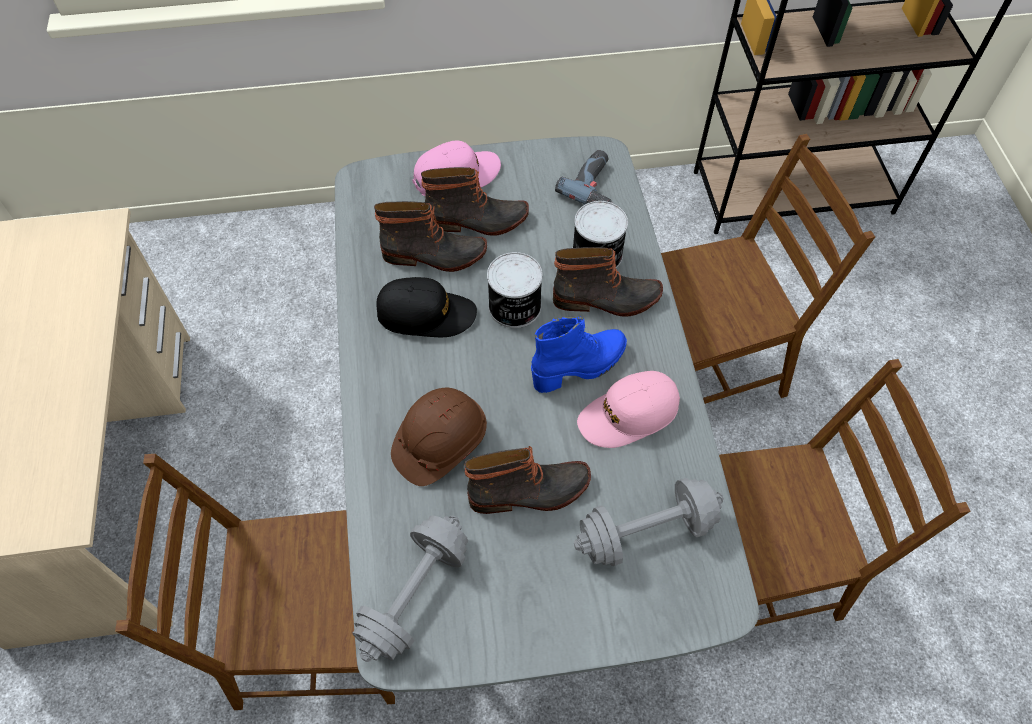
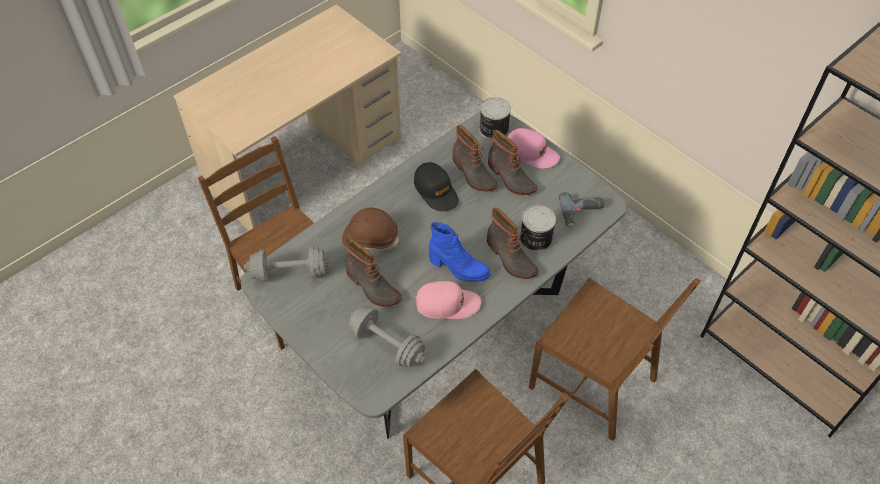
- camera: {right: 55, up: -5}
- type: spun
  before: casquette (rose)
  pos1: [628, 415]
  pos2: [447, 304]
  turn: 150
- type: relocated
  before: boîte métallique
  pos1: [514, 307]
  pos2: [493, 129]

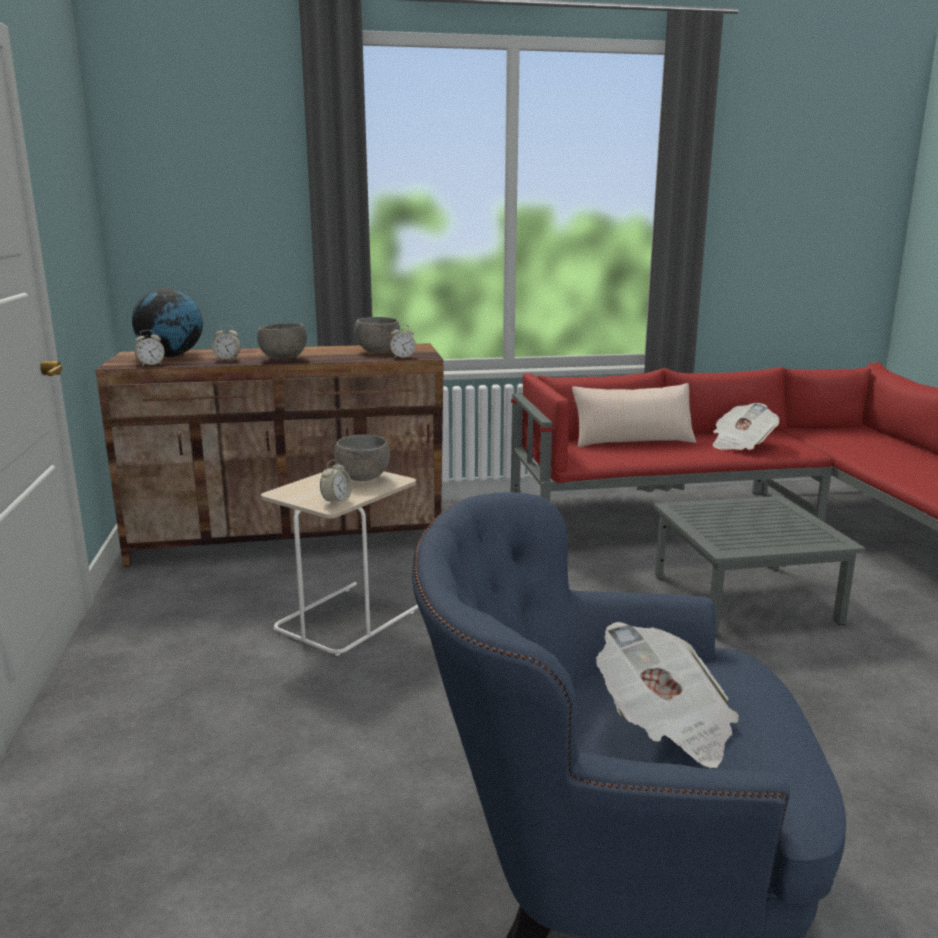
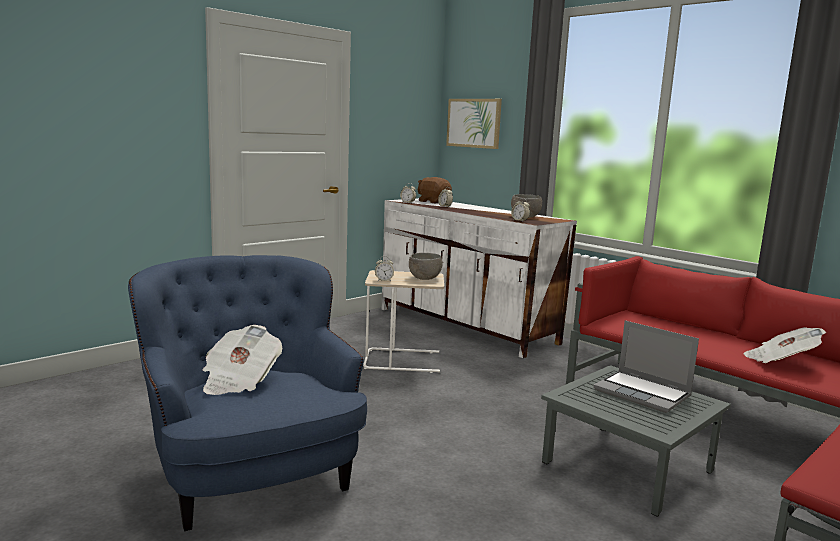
- camera: {right: 55, up: -5}
- type: colour
  before: meuble de rangement (marron)
  after: meuble de rangement (blanc)
  pos1: [291, 538]
  pos2: [465, 326]
- type: exchanged
  before: globe
  after: peluche (marron)
  pos1: [171, 355]
  pos2: [433, 202]
- type: appeared
  after: tableau
  pos2: [474, 123]
- type: appeared
  after: ordinateur portable
  pos2: [643, 393]
- type: missing
  before: bol (gris)
  pos1: [283, 359]
- type: missing
  before: coussin (beige)
  pos1: [632, 441]

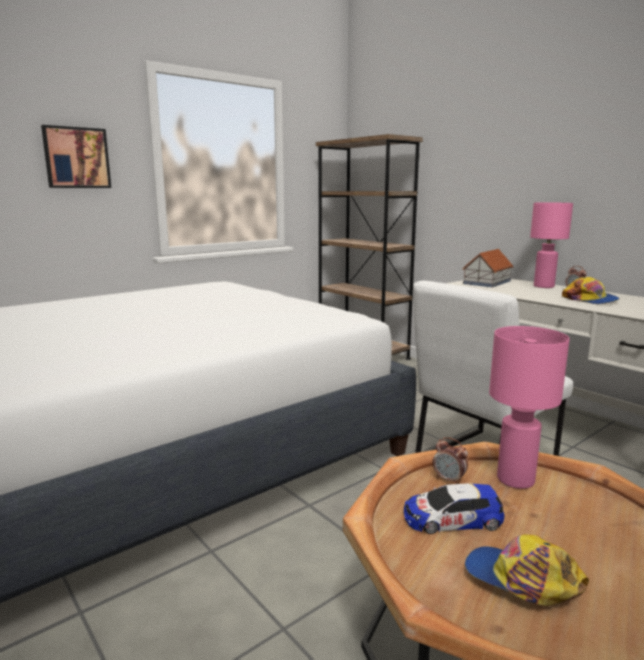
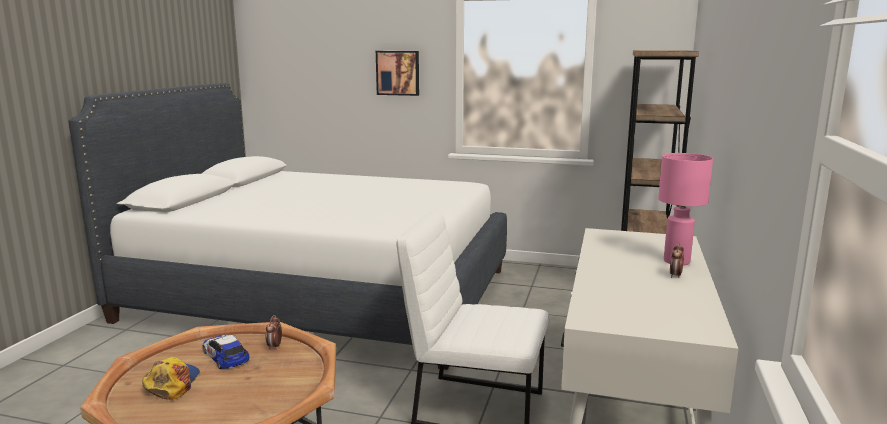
- camera: {right: 55, up: 0}
- type: missing
  before: maison miniature
  pos1: [487, 282]
- type: missing
  before: lampe de table (rose)
  pos1: [514, 479]
- type: missing
  before: casquette
  pos1: [590, 300]

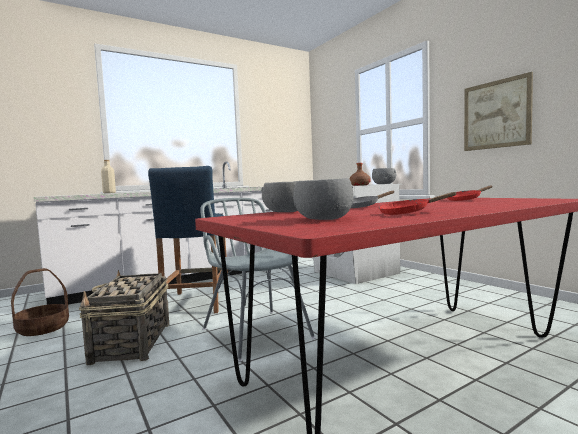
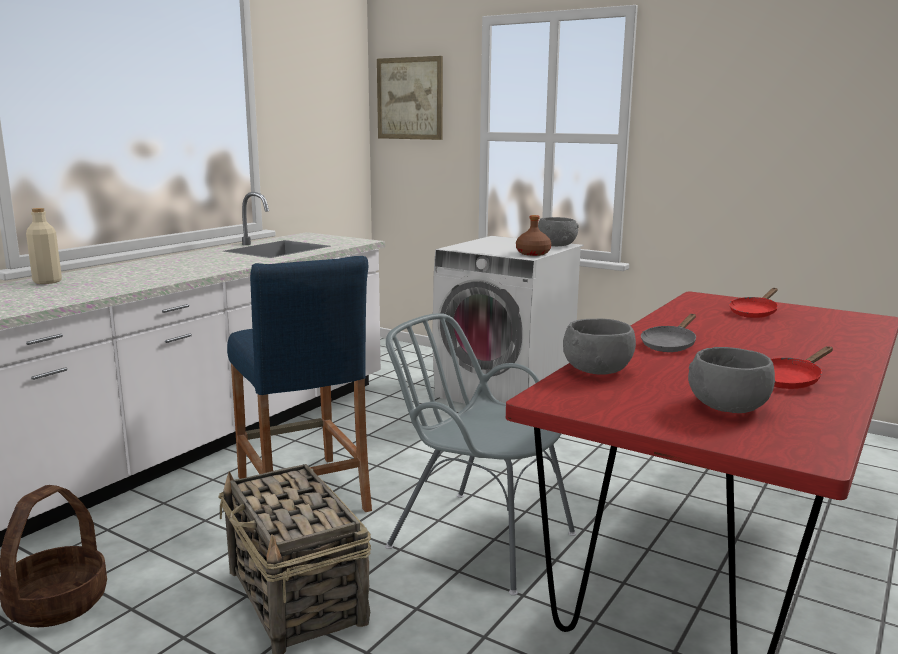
- camera: {right: -25, up: 10}
- type: relocated
  before: tableau
  pos1: [496, 114]
  pos2: [410, 98]

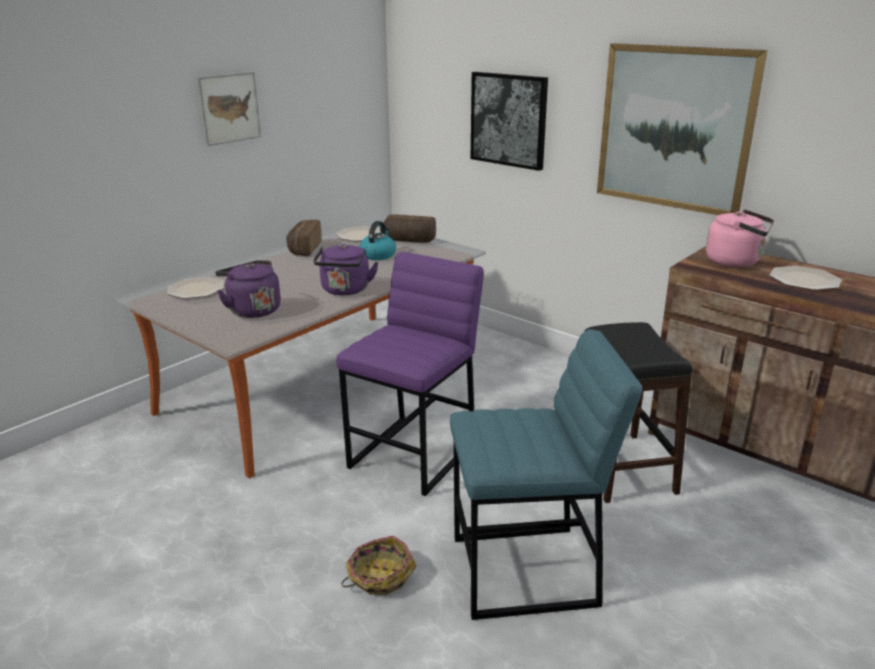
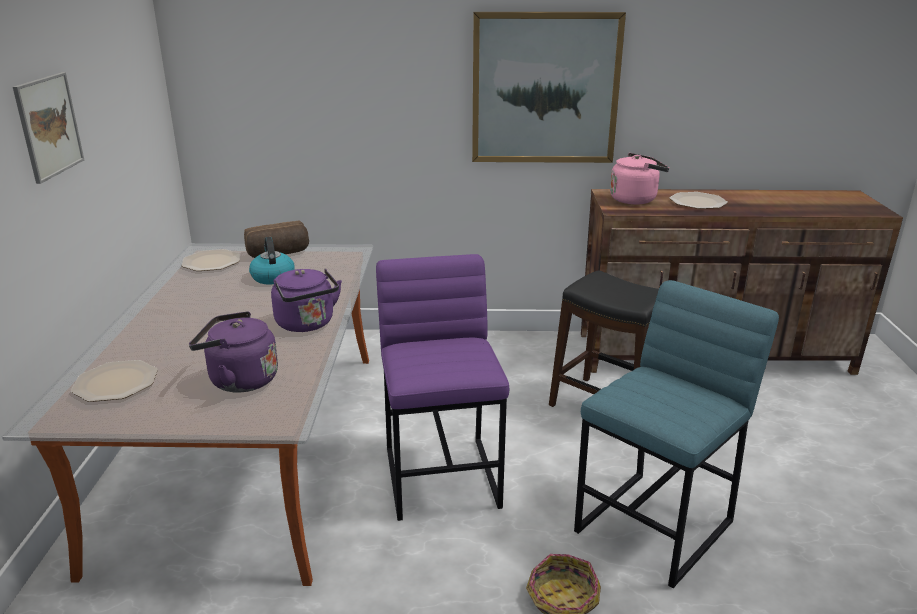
- camera: {right: -40, up: 0}
- type: missing
  before: pain
  pos1: [303, 249]
- type: missing
  before: tableau
  pos1: [509, 120]

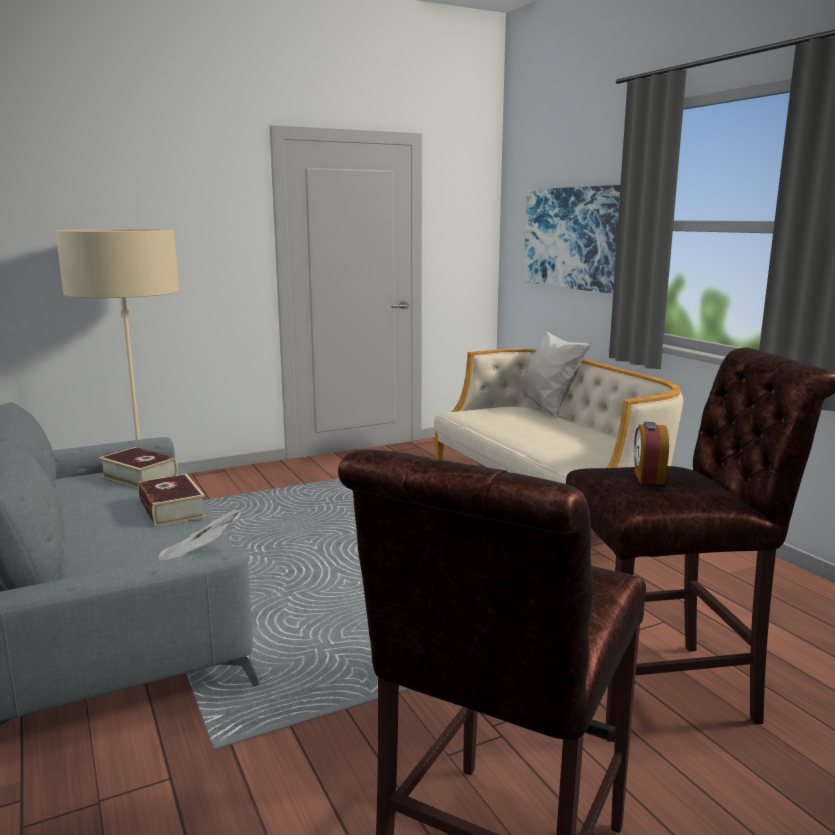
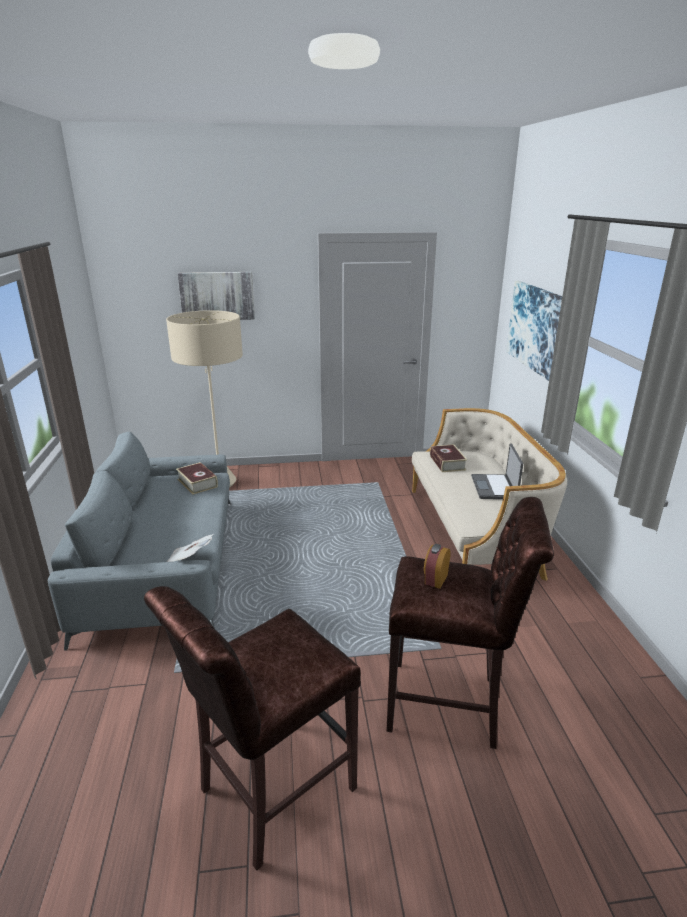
- camera: {right: 20, up: 10}
- type: appeared
  after: tableau
  pos2: [217, 296]
- type: relocated
  before: livre
  pos1: [172, 509]
  pos2: [447, 463]
- type: appeared
  after: ordinateur portable
  pos2: [495, 487]
- type: missing
  before: coussin (blanc)
  pos1: [548, 409]

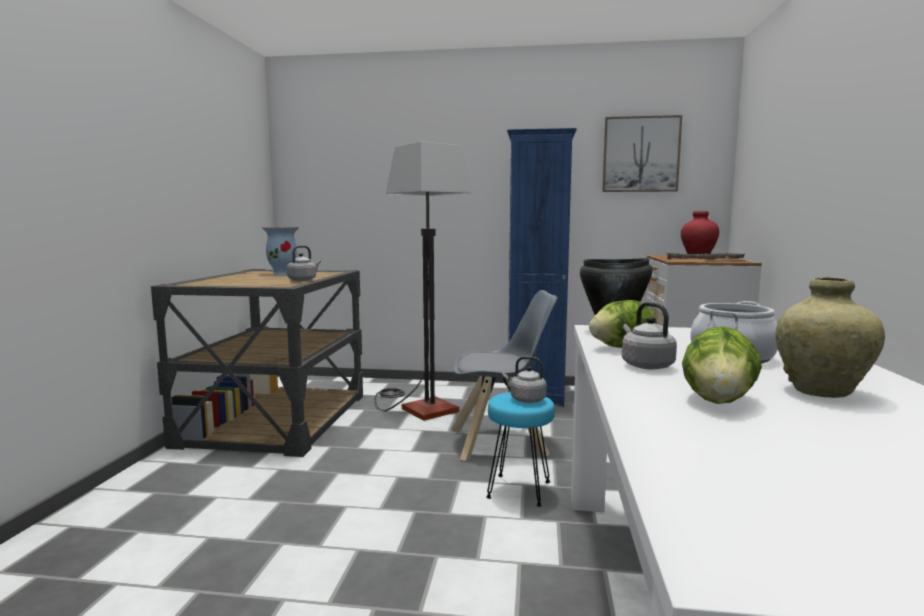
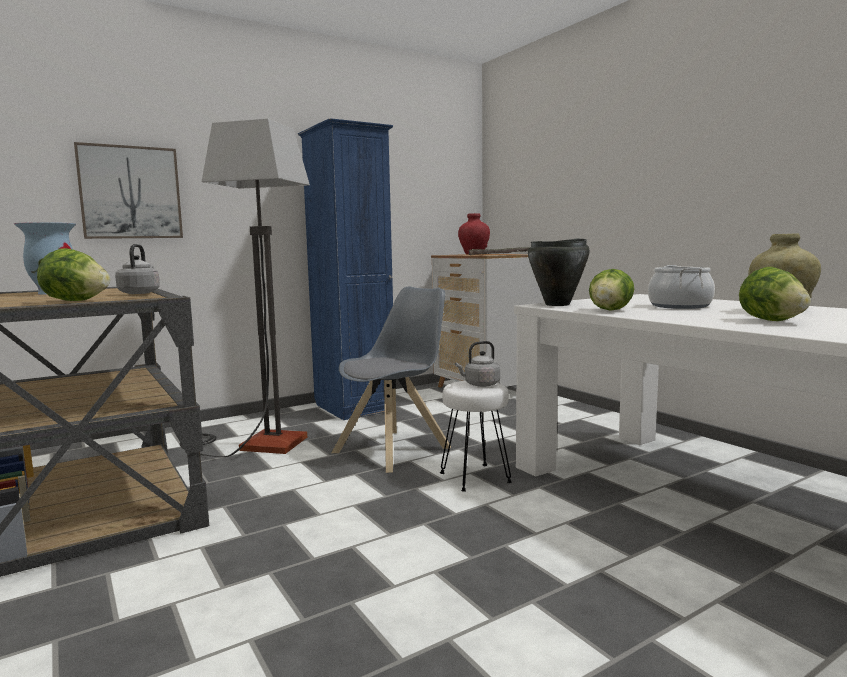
- camera: {right: -40, up: 0}
- type: appeared
  after: laitue
  pos2: [76, 301]
- type: relocated
  before: tableau
  pos1: [640, 154]
  pos2: [130, 192]
- type: colour
  before: tabouret (turquoise)
  after: tabouret (blanc)
  pos1: [520, 490]
  pos2: [476, 477]
- type: missing
  before: bouilloire (gris)
  pos1: [645, 365]

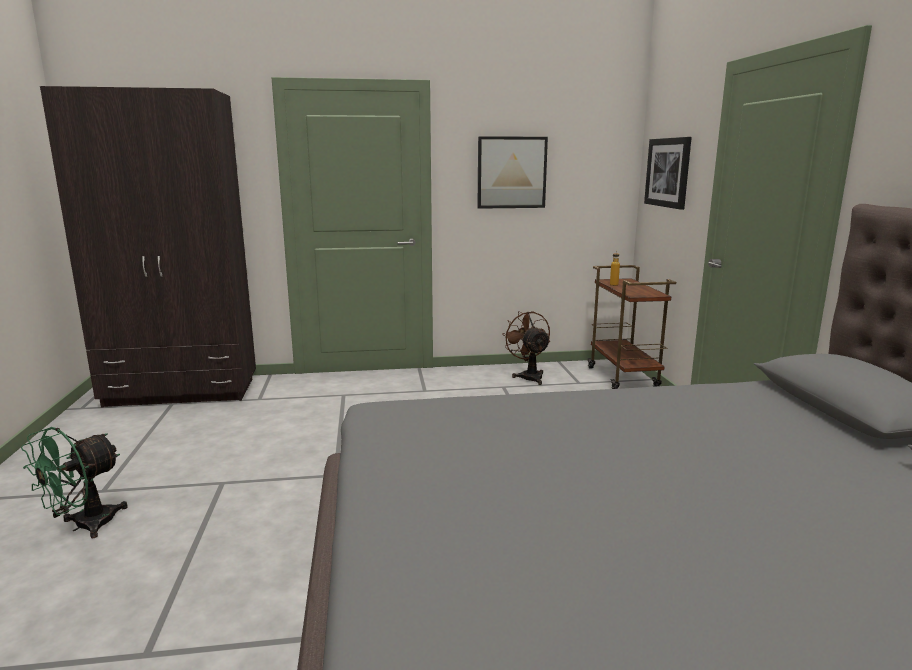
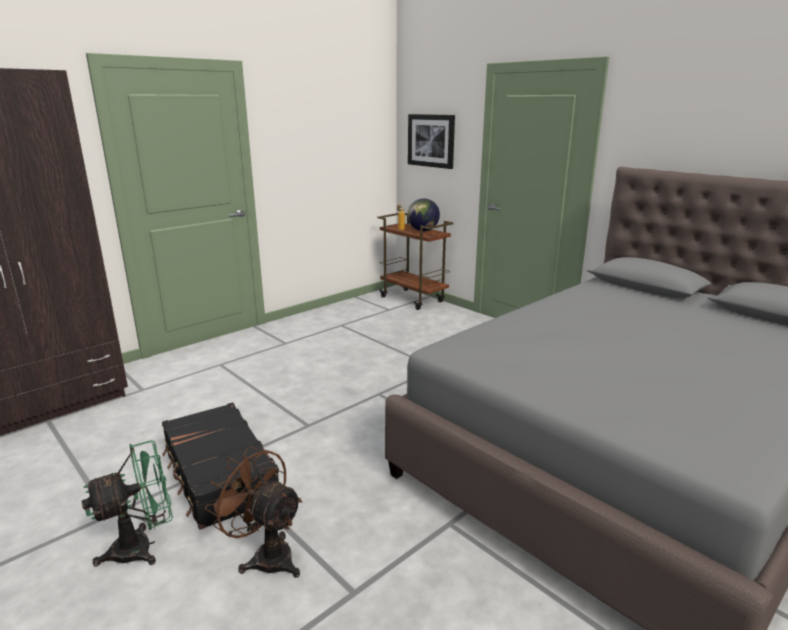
- camera: {right: -35, up: 5}
- type: spun
  before: ventilateur (vert)
  pos1: [84, 526]
  pos2: [143, 547]
  turn: -120
- type: appeared
  after: valise (noir)
  pos2: [219, 475]
- type: relocated
  before: ventilateur (marron)
  pos1: [528, 376]
  pos2: [266, 555]
- type: appeared
  after: globe
  pos2: [423, 230]
- type: missing
  before: tableau
  pos1: [511, 172]

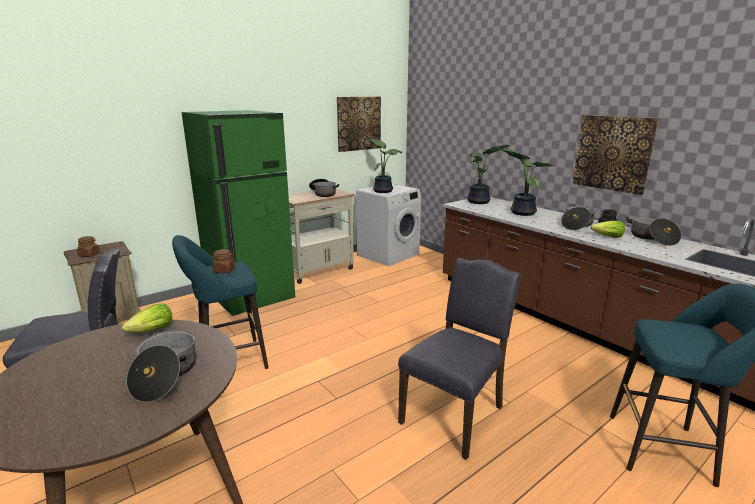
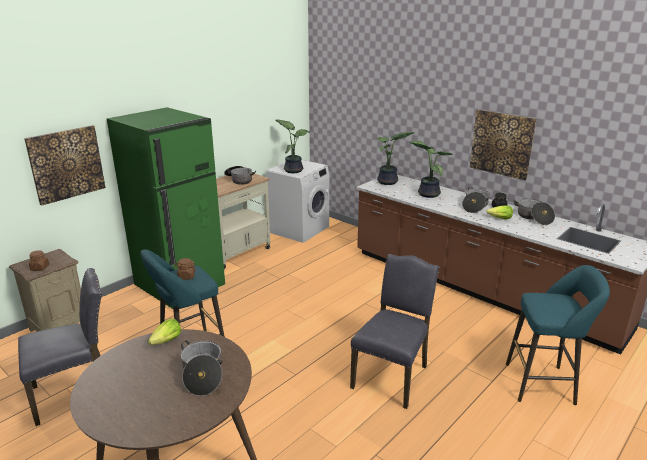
- camera: {right: -10, up: 5}
- type: relocated
  before: tableau
  pos1: [358, 123]
  pos2: [66, 164]

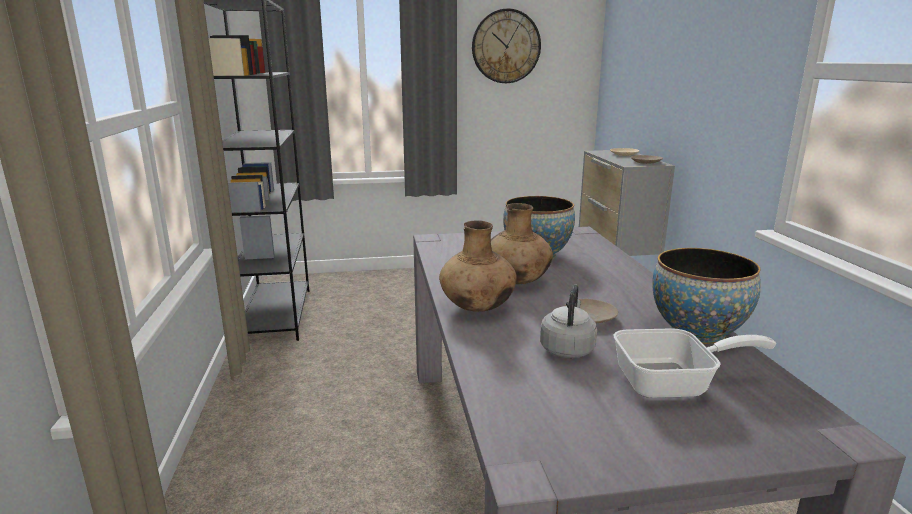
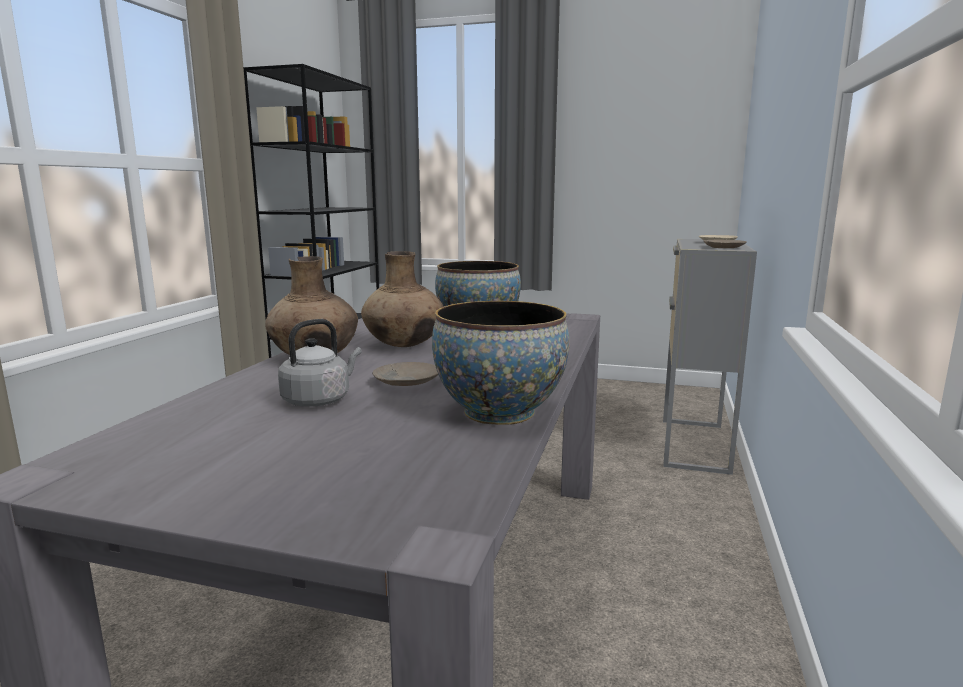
- camera: {right: 25, up: -5}
- type: missing
  before: horloge murale
  pos1: [506, 46]
- type: missing
  before: poêle
  pos1: [673, 384]

